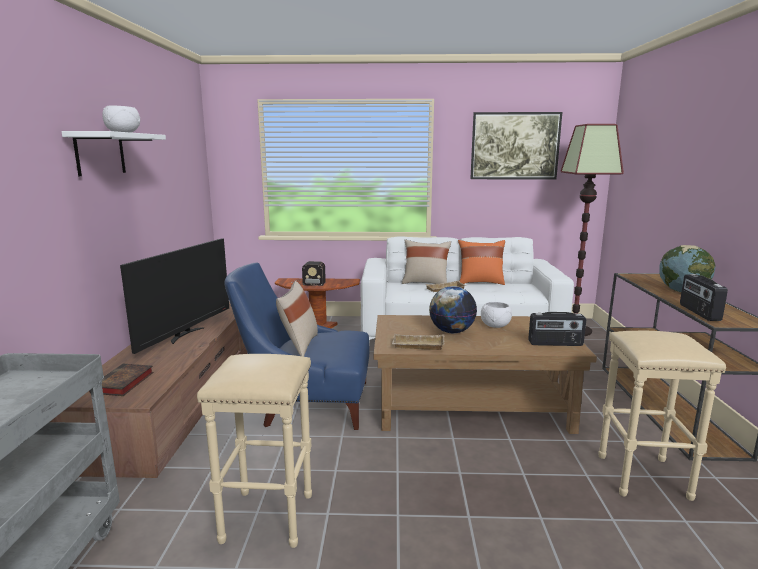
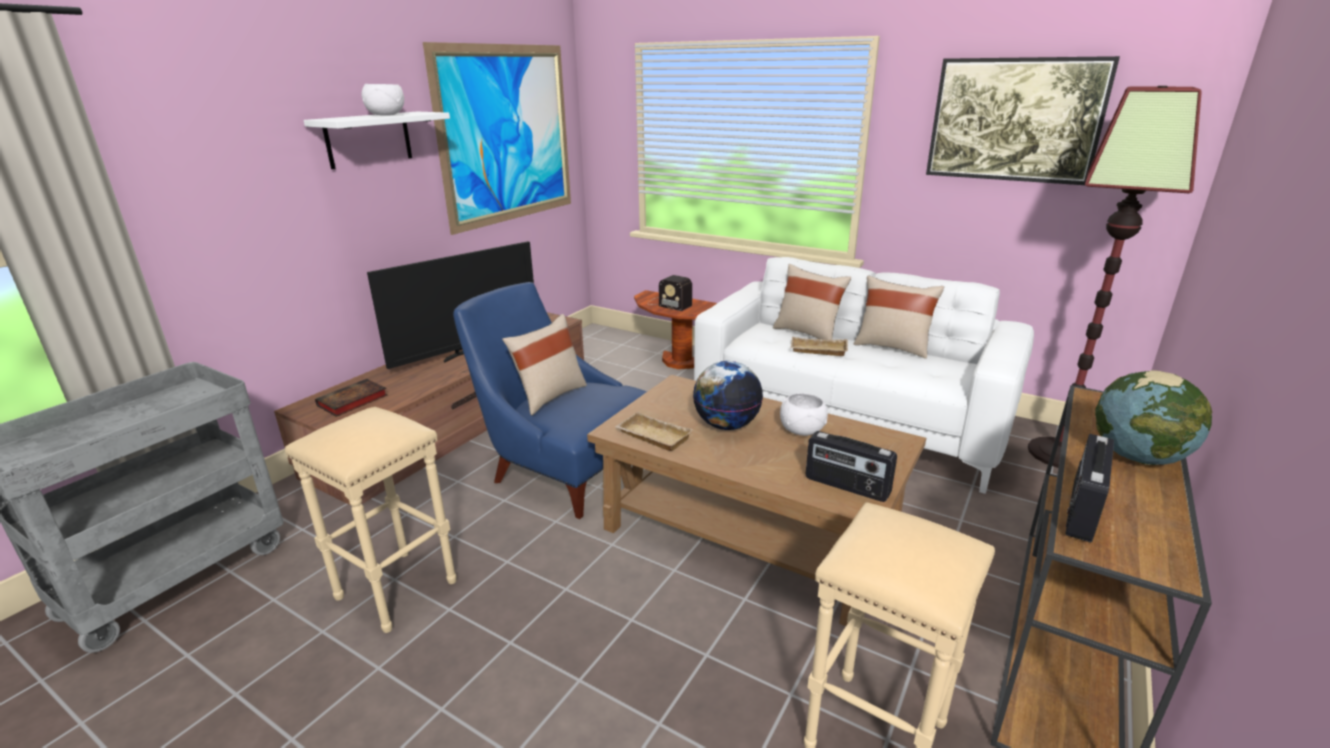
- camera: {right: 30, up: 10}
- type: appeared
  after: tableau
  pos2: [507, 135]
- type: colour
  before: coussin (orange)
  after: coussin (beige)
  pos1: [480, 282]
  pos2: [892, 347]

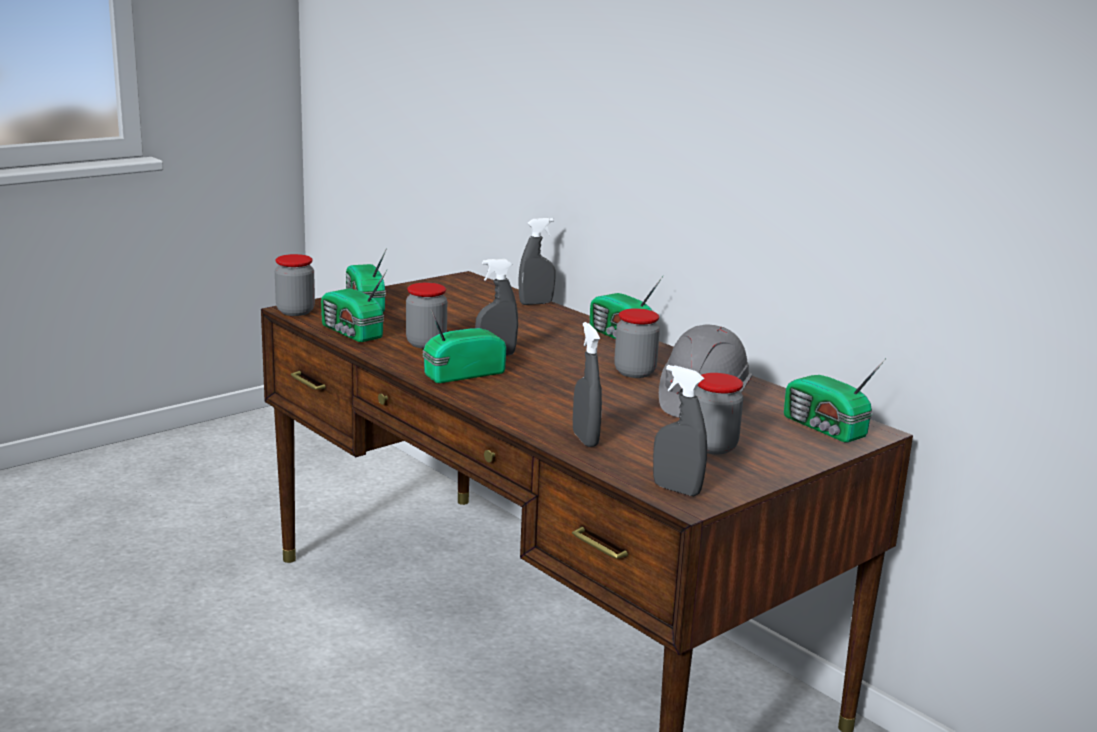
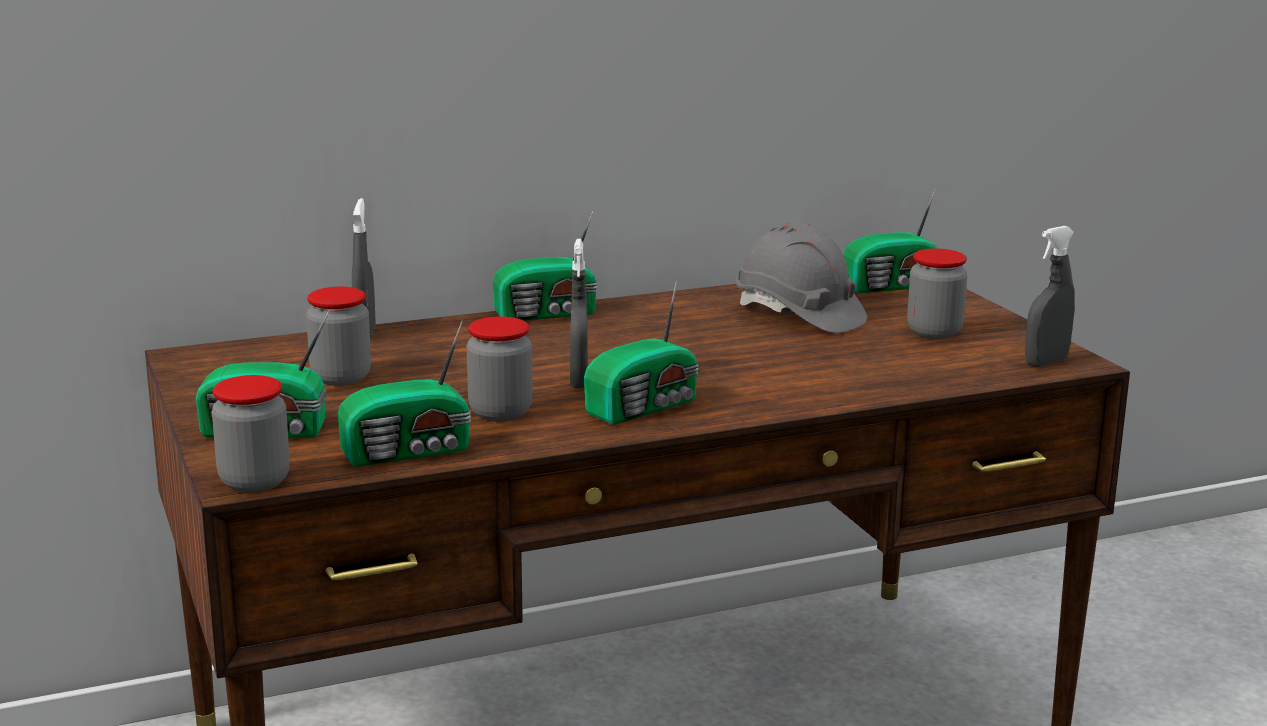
- camera: {right: -70, up: 0}
- type: relocated
  before: bocal
  pos1: [634, 372]
  pos2: [341, 377]
- type: spun
  before: radio
  pos1: [461, 374]
  pos2: [646, 407]
  turn: -120
- type: missing
  before: vaporisateur (gris)
  pos1: [585, 439]

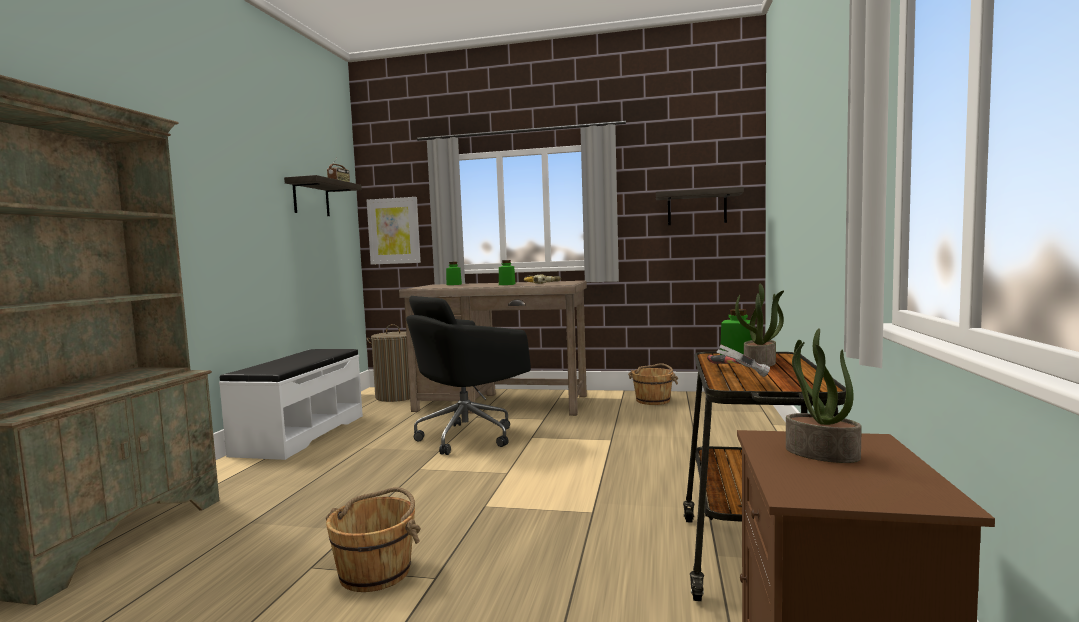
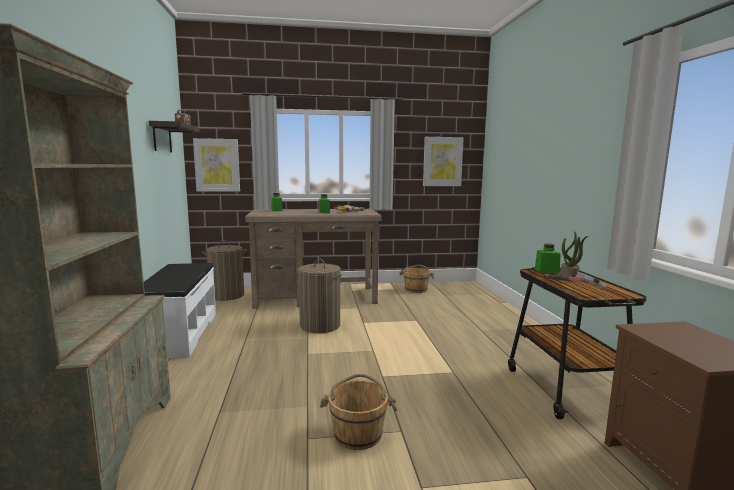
- camera: {right: -20, up: 5}
- type: exchanged
  before: chaise de bureau (noir)
  after: panier à linge
  pos1: [470, 437]
  pos2: [320, 325]
- type: exchanged
  before: étagère
  after: tableau
  pos1: [697, 208]
  pos2: [442, 161]
- type: missing
  before: plante en pot
  pos1: [820, 454]

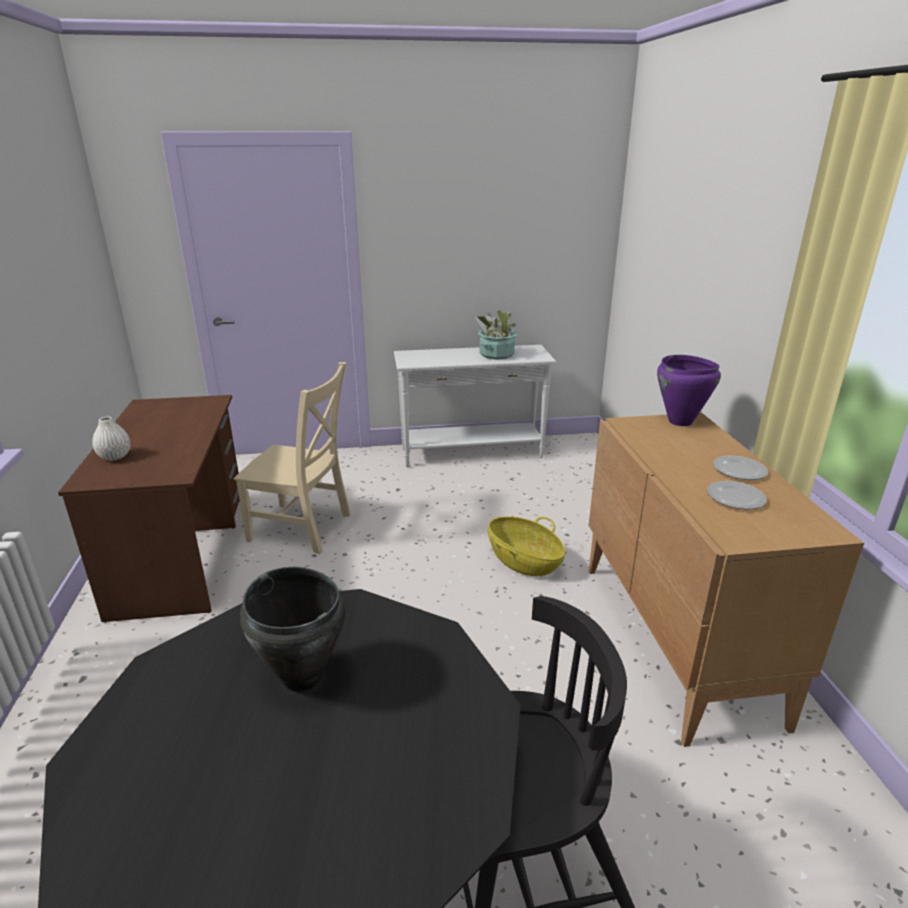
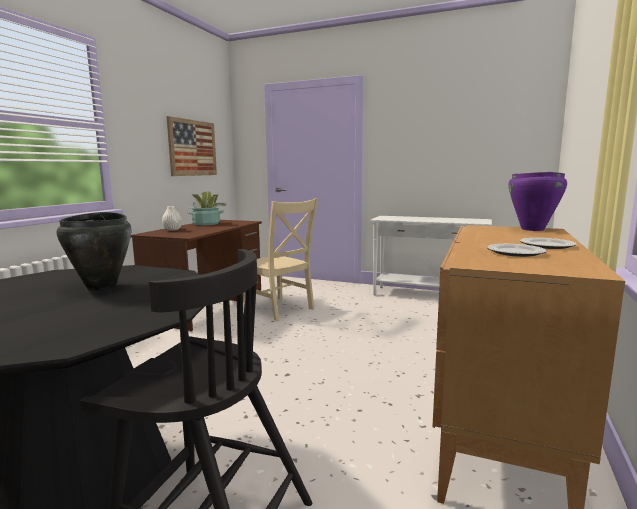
- camera: {right: 30, up: -15}
- type: appeared
  after: tableau
  pos2: [192, 148]
- type: relocated
  before: plante en pot
  pos1: [496, 354]
  pos2: [206, 223]
- type: missing
  before: panier
  pos1: [523, 561]

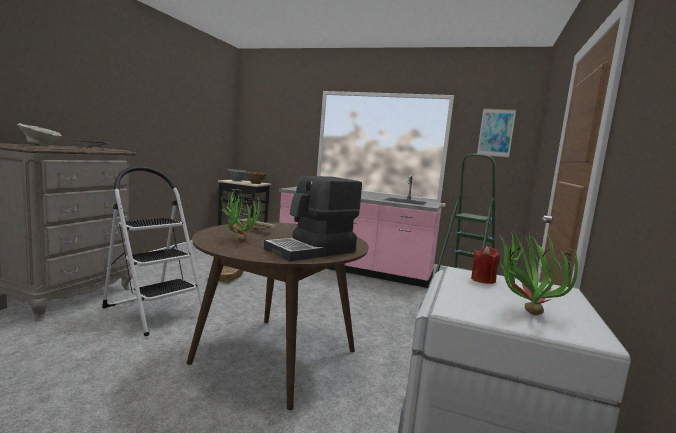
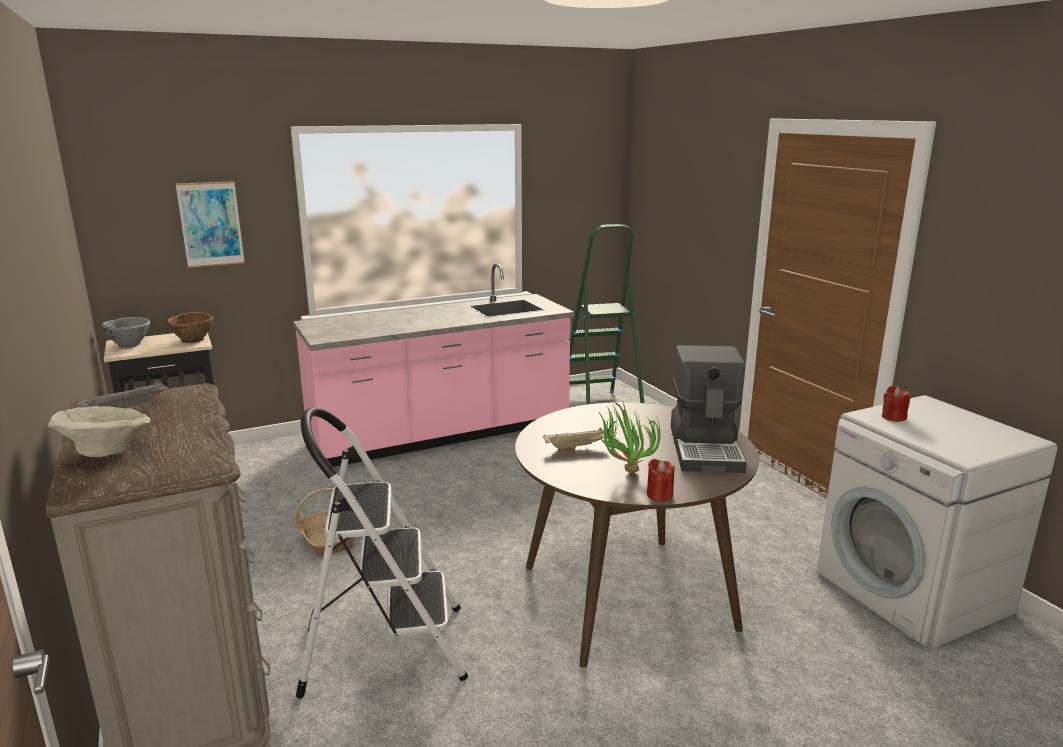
- camera: {right: -45, up: 10}
- type: relocated
  before: tableau
  pos1: [496, 133]
  pos2: [211, 224]
- type: appeared
  after: bougie (rouge)
  pos2: [659, 495]
- type: missing
  before: plante en pot
  pos1: [522, 311]

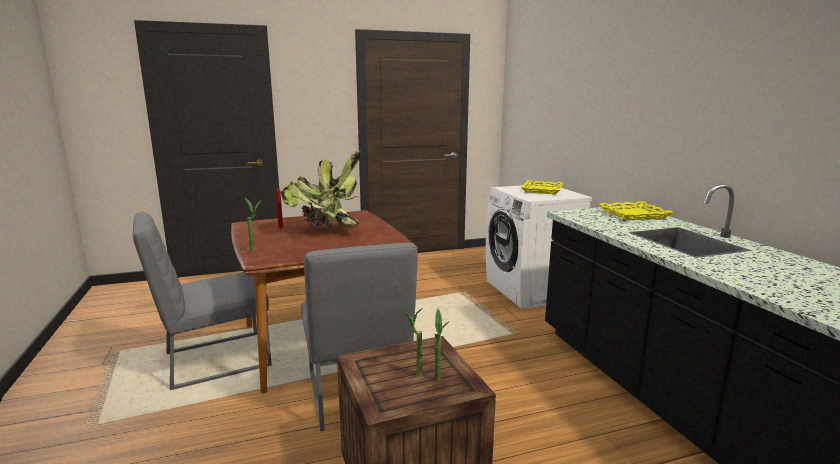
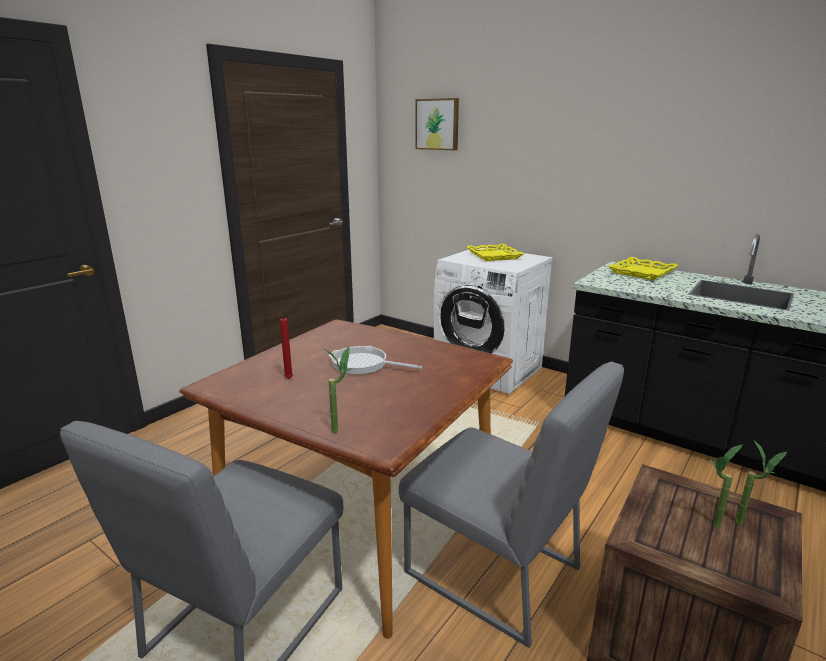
- camera: {right: -35, up: 5}
- type: exchanged
  before: plante en pot
  after: poêle
  pos1: [328, 231]
  pos2: [363, 364]
- type: appeared
  after: tableau
  pos2: [438, 124]

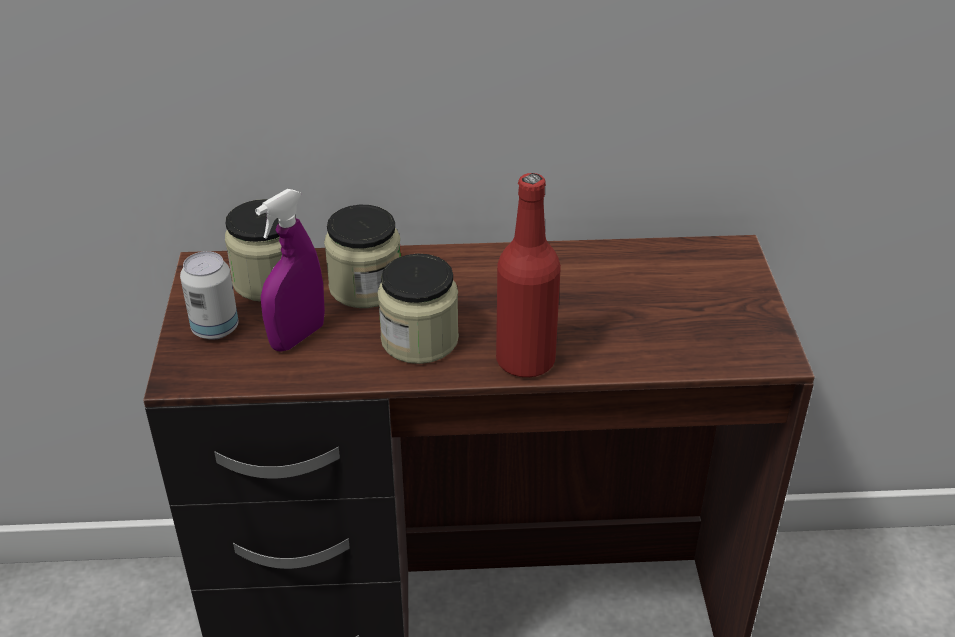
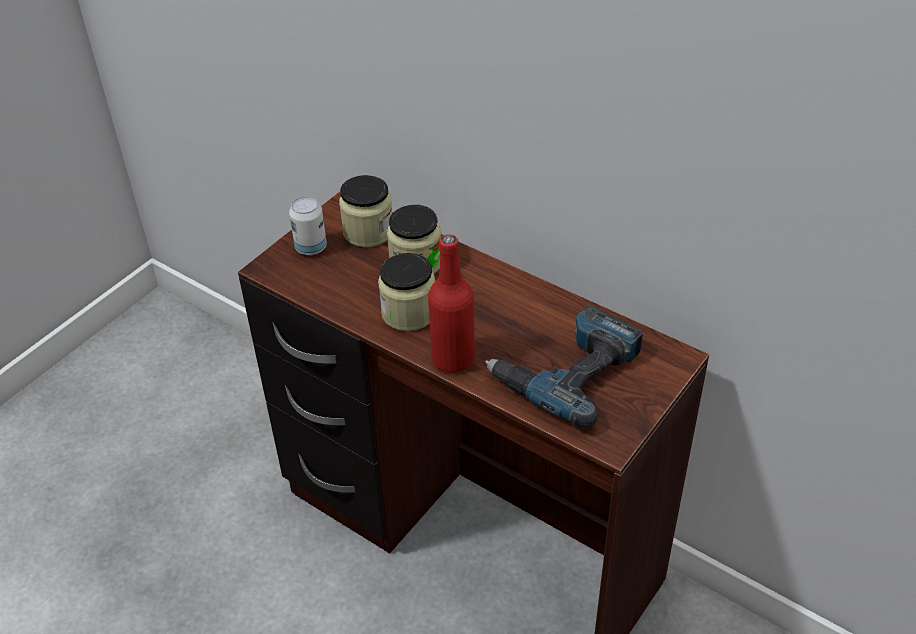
- camera: {right: 40, up: 5}
- type: appeared
  after: perceuse
  pos2: [567, 371]
- type: missing
  before: vaporisateur (violet)
  pos1: [297, 337]

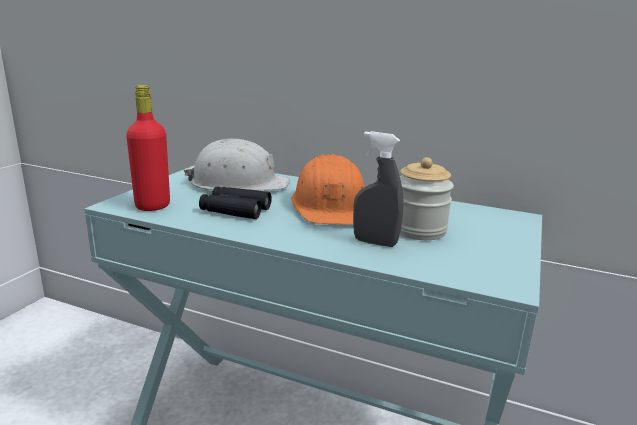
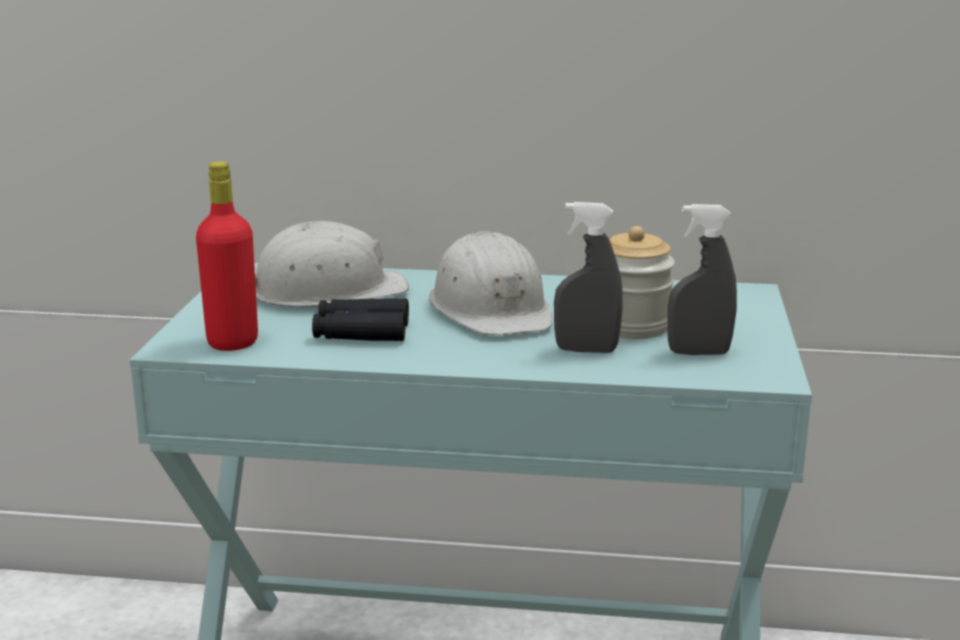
- camera: {right: -15, up: 0}
- type: colour
  before: casque de chantier (orange)
  after: casque de chantier (blanc)
  pos1: [330, 206]
  pos2: [492, 309]
- type: appeared
  after: vaporisateur (gris)
  pos2: [698, 352]

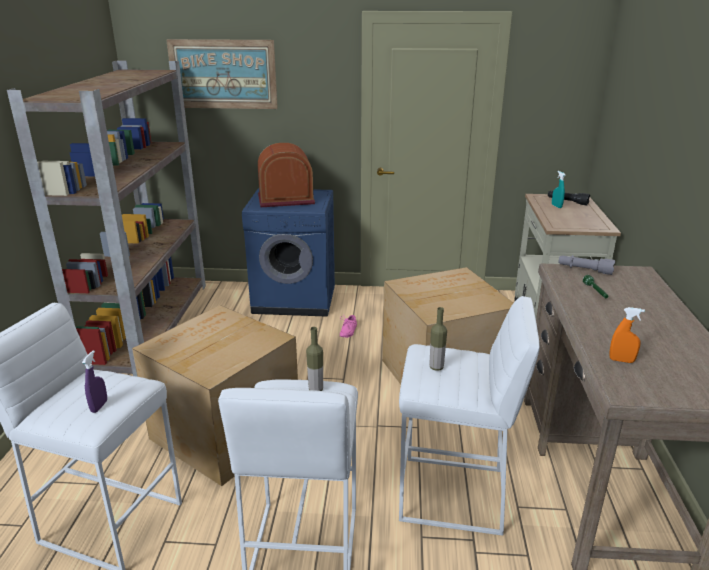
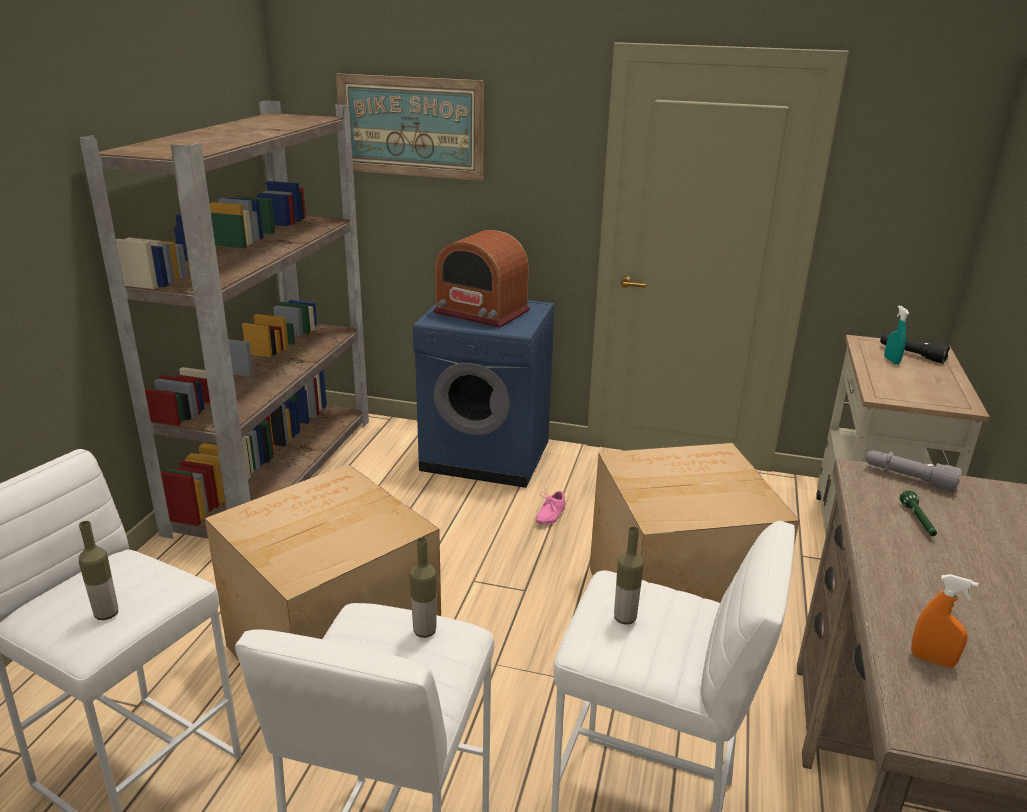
- camera: {right: 10, up: 0}
- type: exchanged
  before: vaporisateur (violet)
  after: bouteille
  pos1: [99, 406]
  pos2: [106, 614]
- type: spun
  before: radio
  pos1: [285, 199]
  pos2: [481, 312]
  turn: -150

